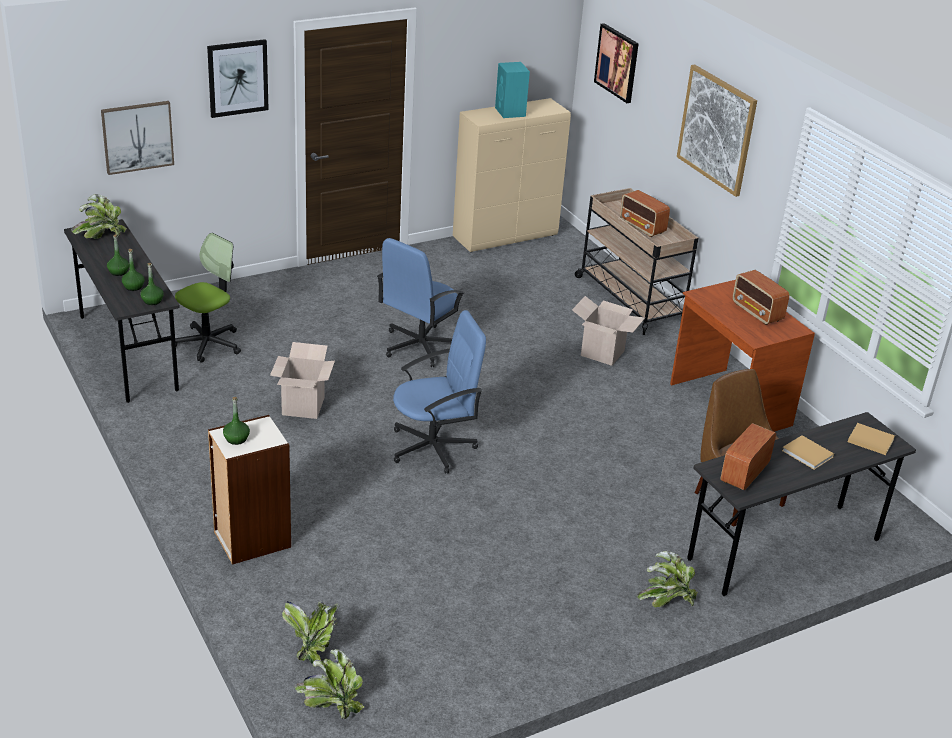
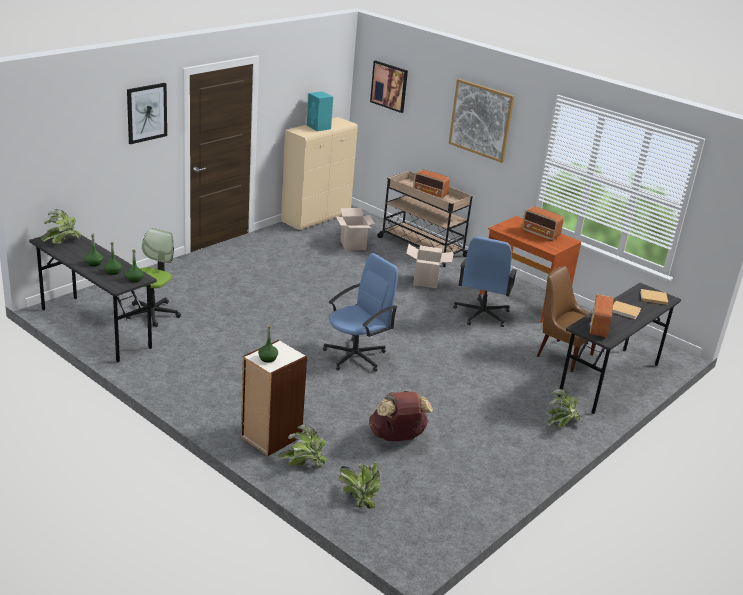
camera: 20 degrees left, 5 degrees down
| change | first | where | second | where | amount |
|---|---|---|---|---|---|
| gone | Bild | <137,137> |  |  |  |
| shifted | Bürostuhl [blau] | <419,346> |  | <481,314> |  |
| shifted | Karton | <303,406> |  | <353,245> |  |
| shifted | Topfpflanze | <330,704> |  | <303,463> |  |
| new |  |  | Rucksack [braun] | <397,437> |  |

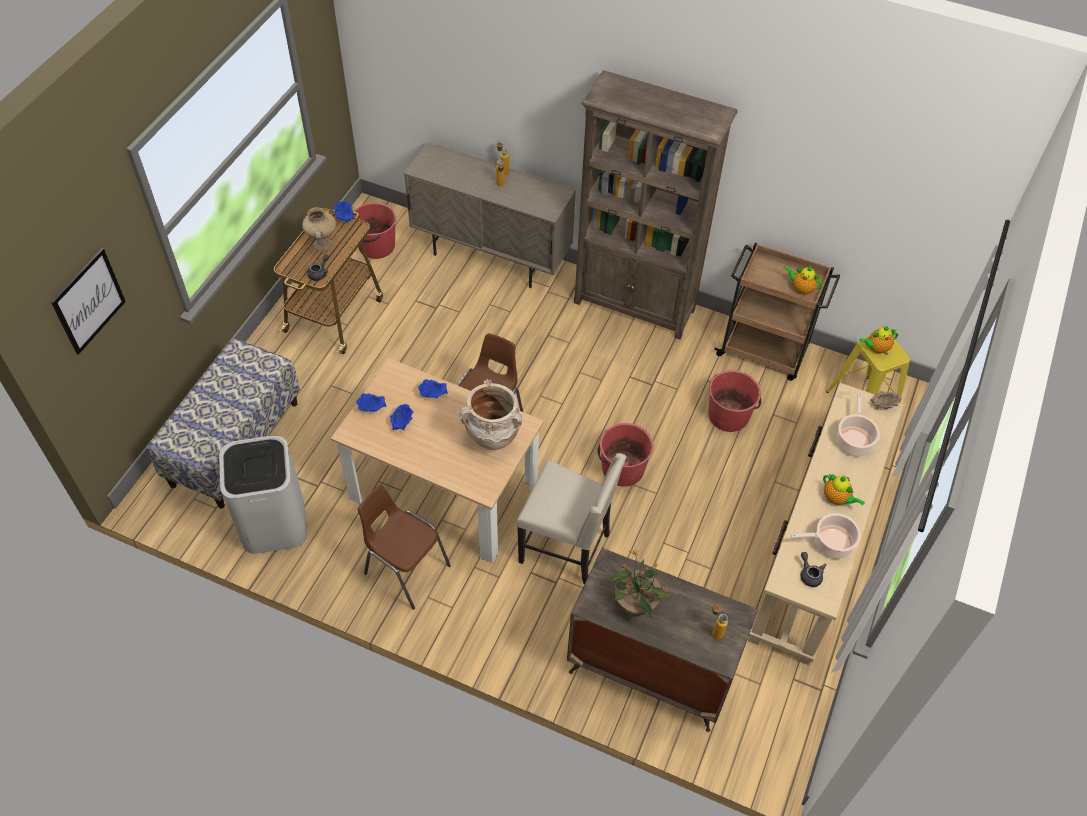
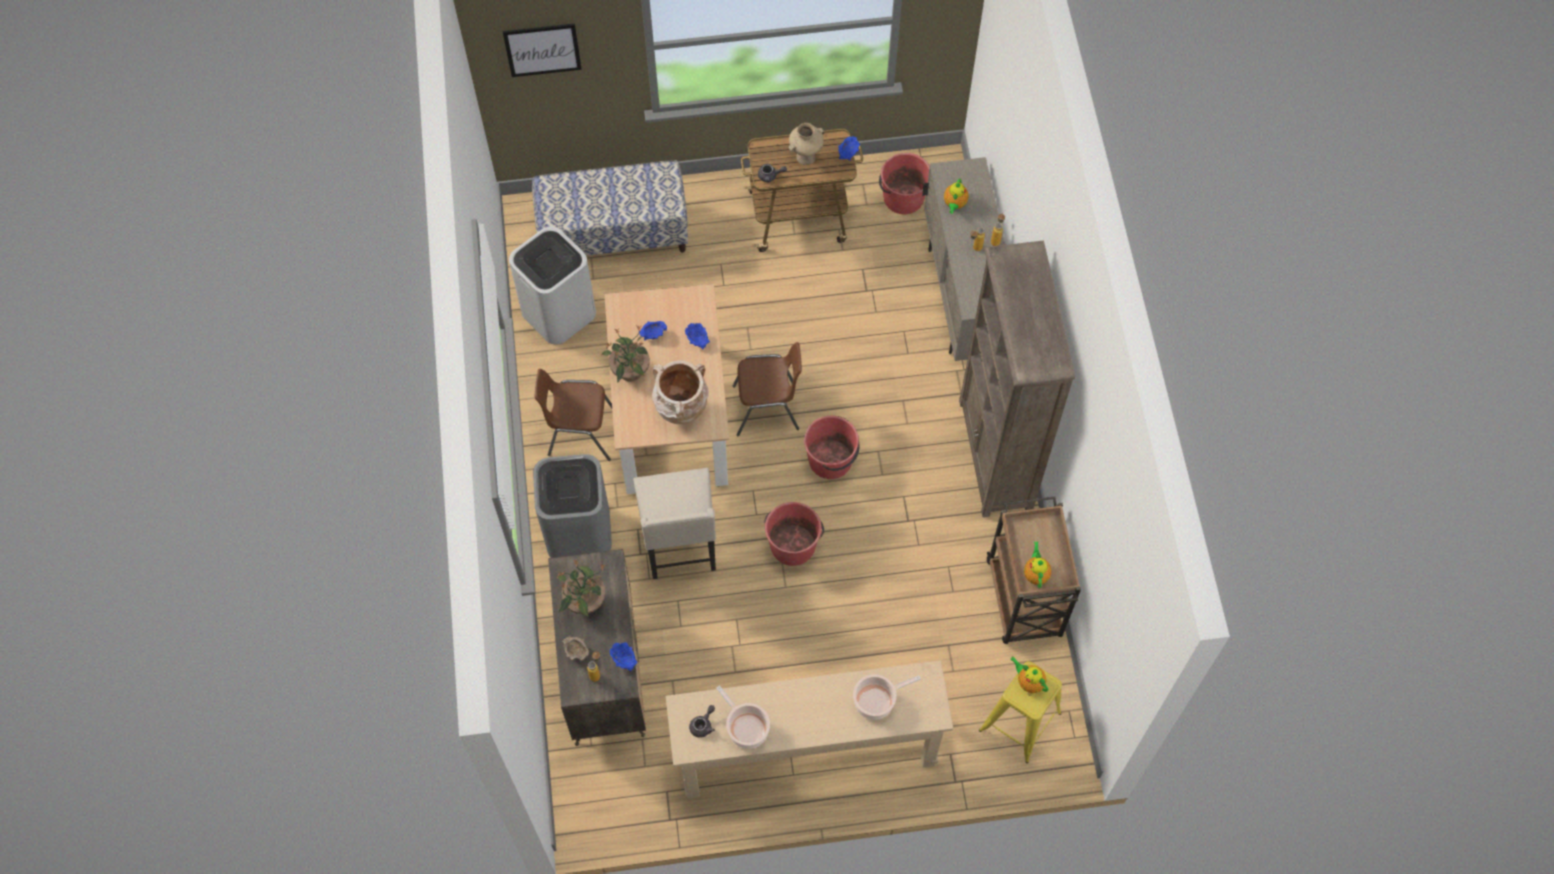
camera: 60 degrees right, 10 degrees up
| change | first | where | second | where | amount |
|---|---|---|---|---|---|
| shifted | Eimer [rot] | <728,415> |  | <831,460> |  |
| shifted | Schüssel [beige] | <883,405> |  | <576,652> |  |
| shifted | Schüssel [blau] | <372,408> |  | <624,660> |  |
| shifted | Teekanne | <837,499> |  | <954,204> |  |
| rotated | Stuhl [braun] | <405,569> |  | <579,433> | 90 degrees counterclockwise |
| new |  |  | Topfpflanze | <630,371> |  |
| new |  |  | Mülleimer [grau] | <578,530> |  |

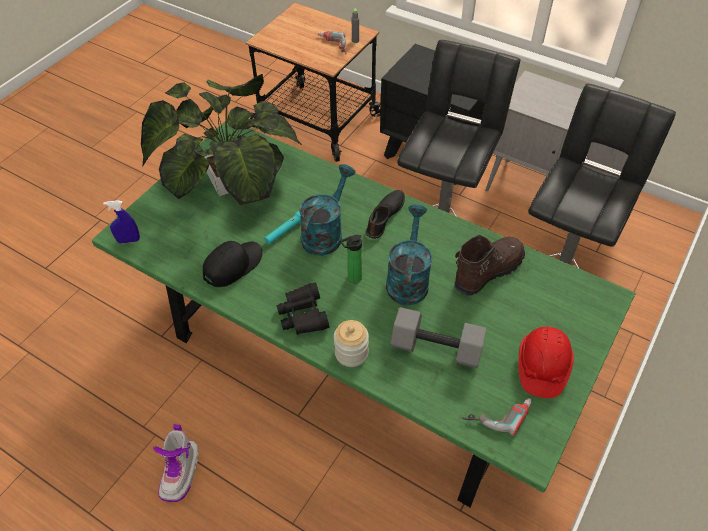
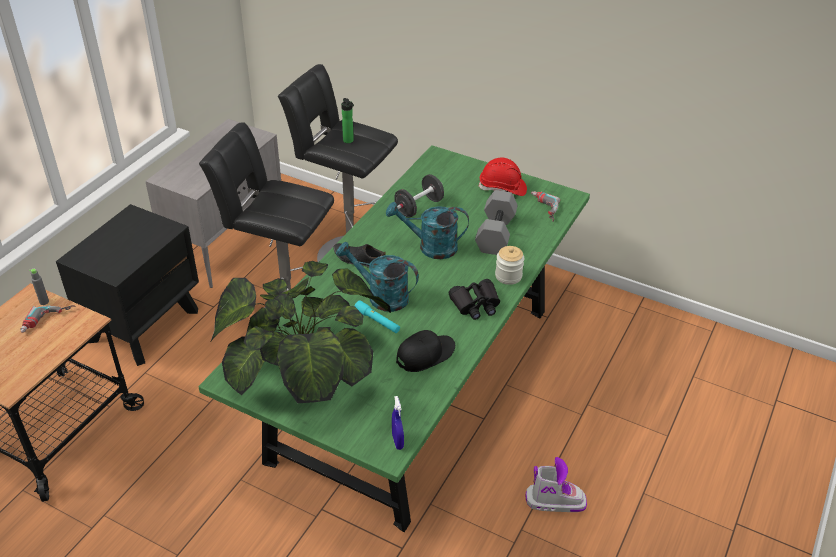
camera: 95 degrees left, 10 degrees down
| change | first | where | second | where | amount |
|---|---|---|---|---|---|
| shifted | Flasche | <352,278> |  | <349,141> |  |
| swapped | Stiefel [braun] | <487,271> | Hantel [schwarz] | <419,207> |  |
| rotated | Kappe [schwarz] | <233,265> |  | <425,354> | 105 degrees clockwise |

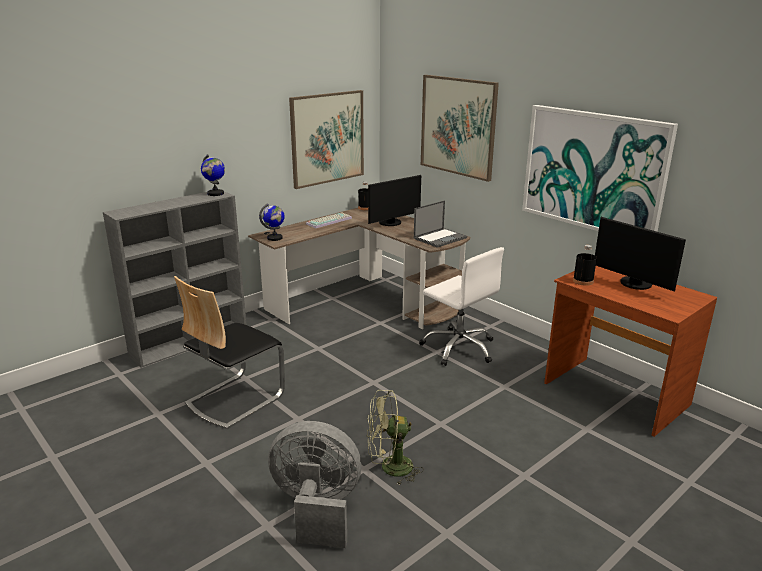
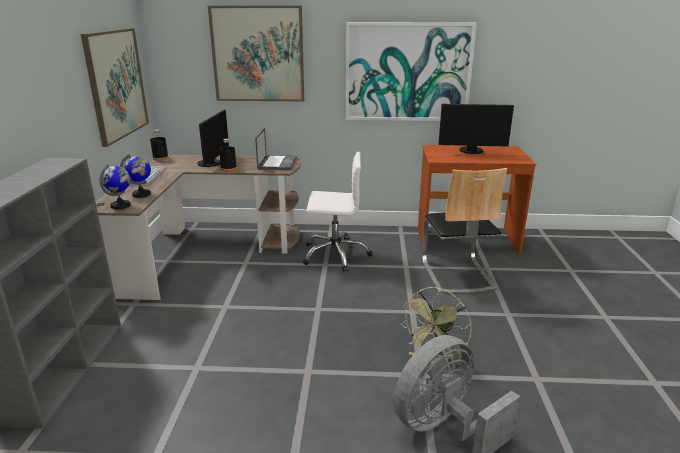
camera: 45 degrees left, 0 degrees up
| change | first | where | second | where | amount |
|---|---|---|---|---|---|
| shifted | Globus | <215,193> |  | <141,194> |  |
| shifted | Flasche [schwarz] | <583,281> |  | <228,169> |  |
| shifted | Stuhl | <234,399> |  | <456,274> |  |

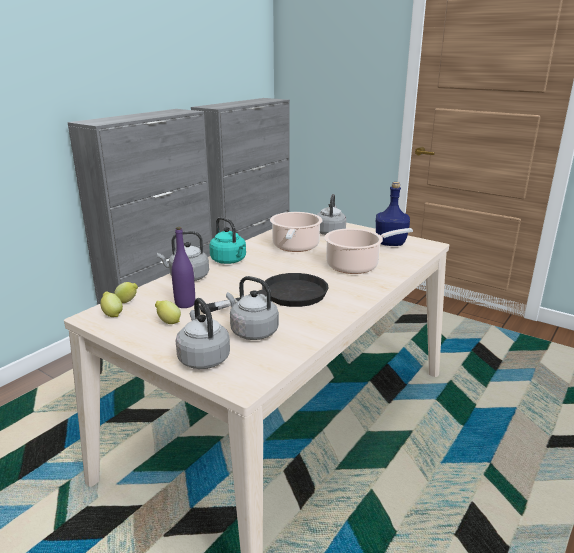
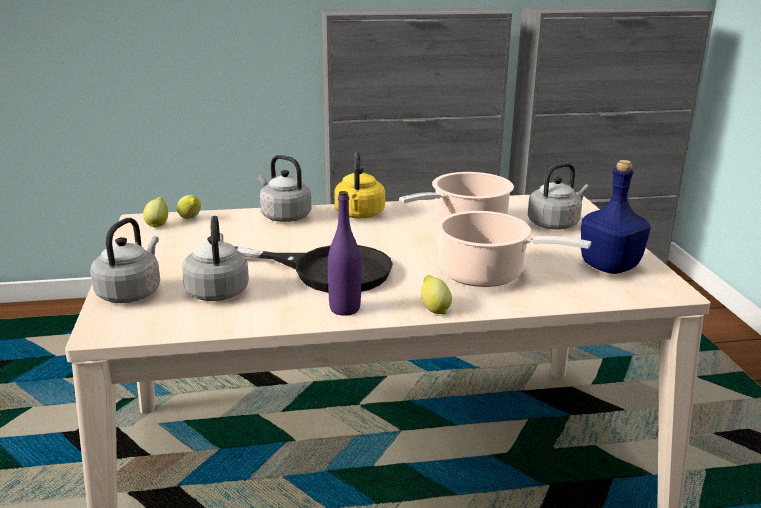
camera: 45 degrees right, 0 degrees up
| change | first | where | second | where | amount |
|---|---|---|---|---|---|
| repainted | Wasserkessel [türkis] | <229,261> | Wasserkessel [gelb] | <359,215> |  |
| shifted | Flasche [lila] | <185,304> |  | <345,309> |  |
| shifted | Zitrone | <168,322> |  | <434,309> |  |

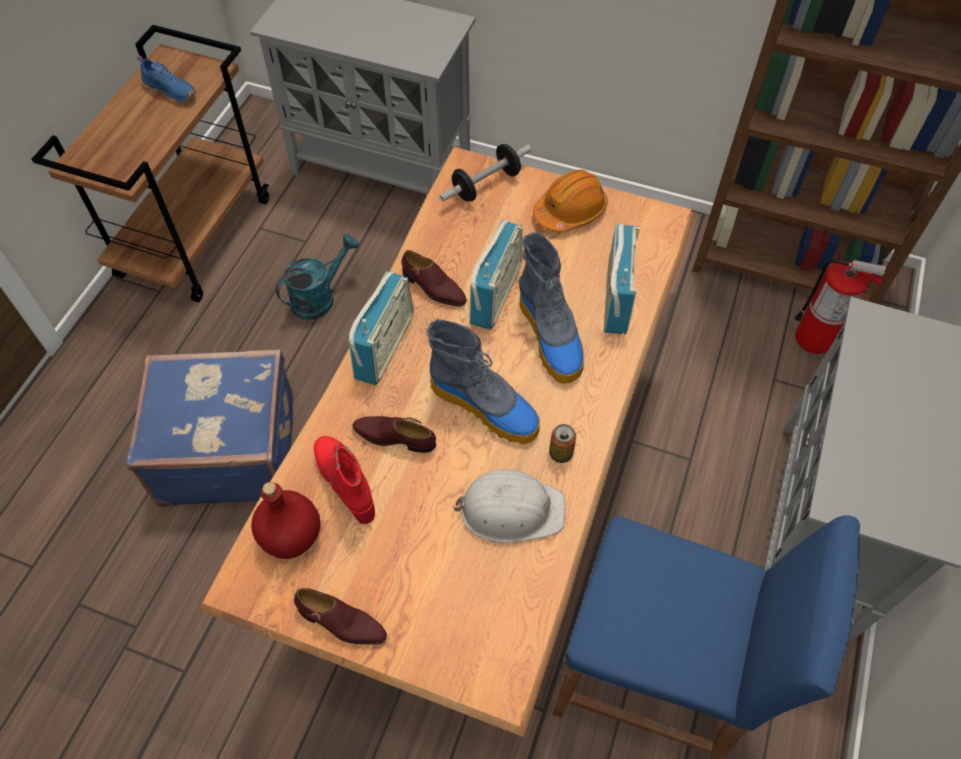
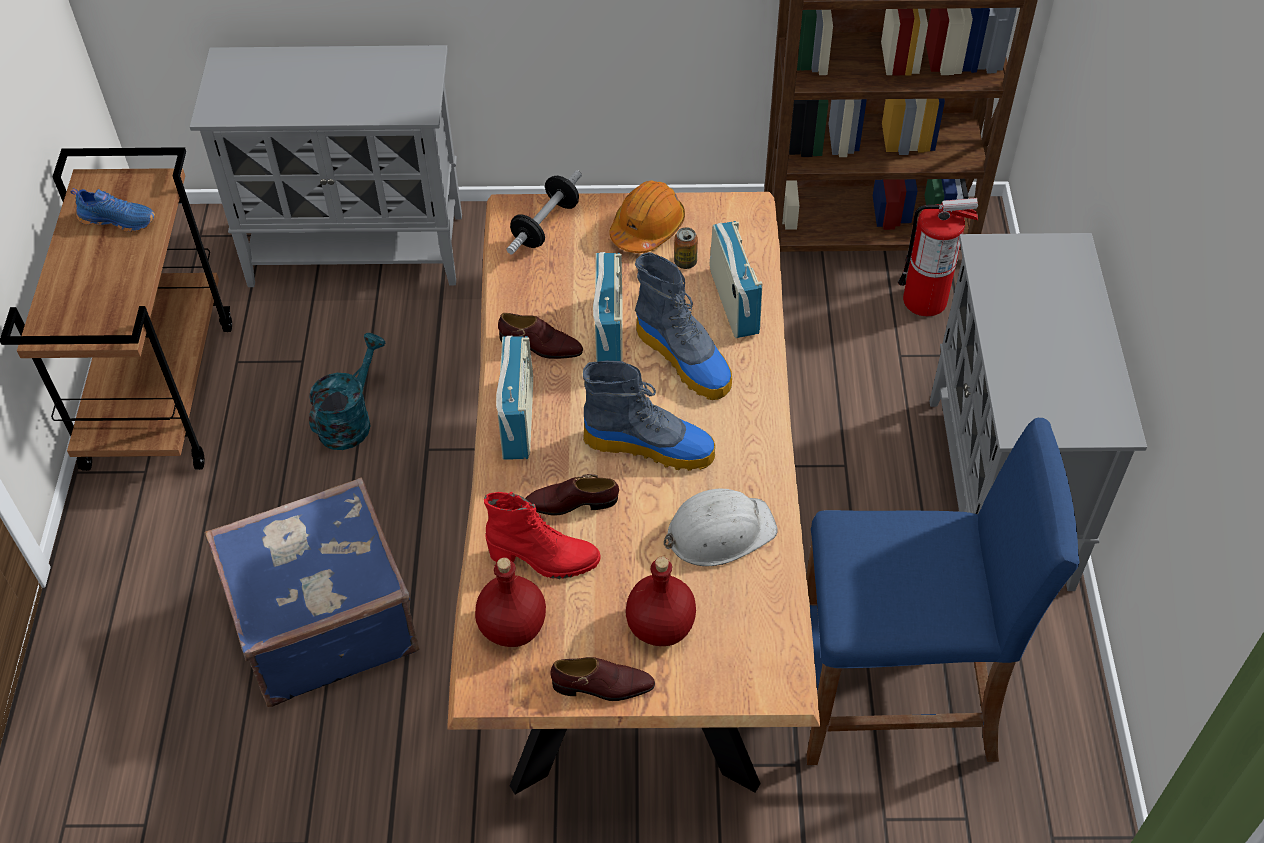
camera: 20 degrees left, 5 degrees down
| change | first | where | second | where | amount |
|---|---|---|---|---|---|
| shifted | Dose | <561,453> |  | <685,262> |  |
| rotated | Stiefel [rot] | <347,482> |  | <544,560> | 150 degrees clockwise |
| new |  |  | Flasche [rot] | <661,627> |  |

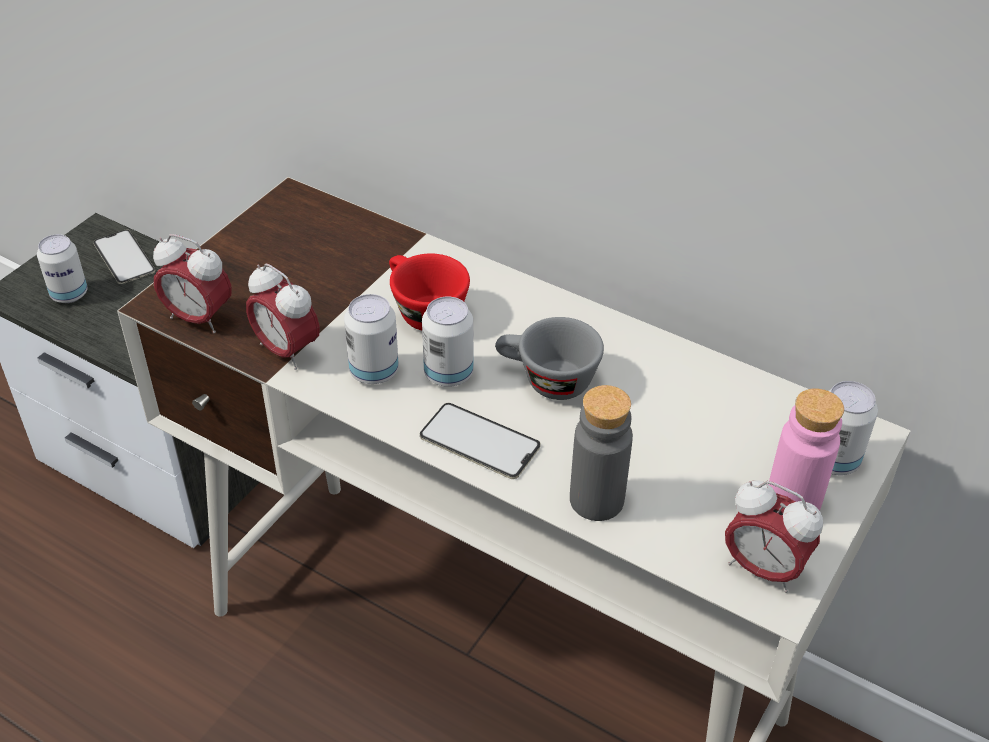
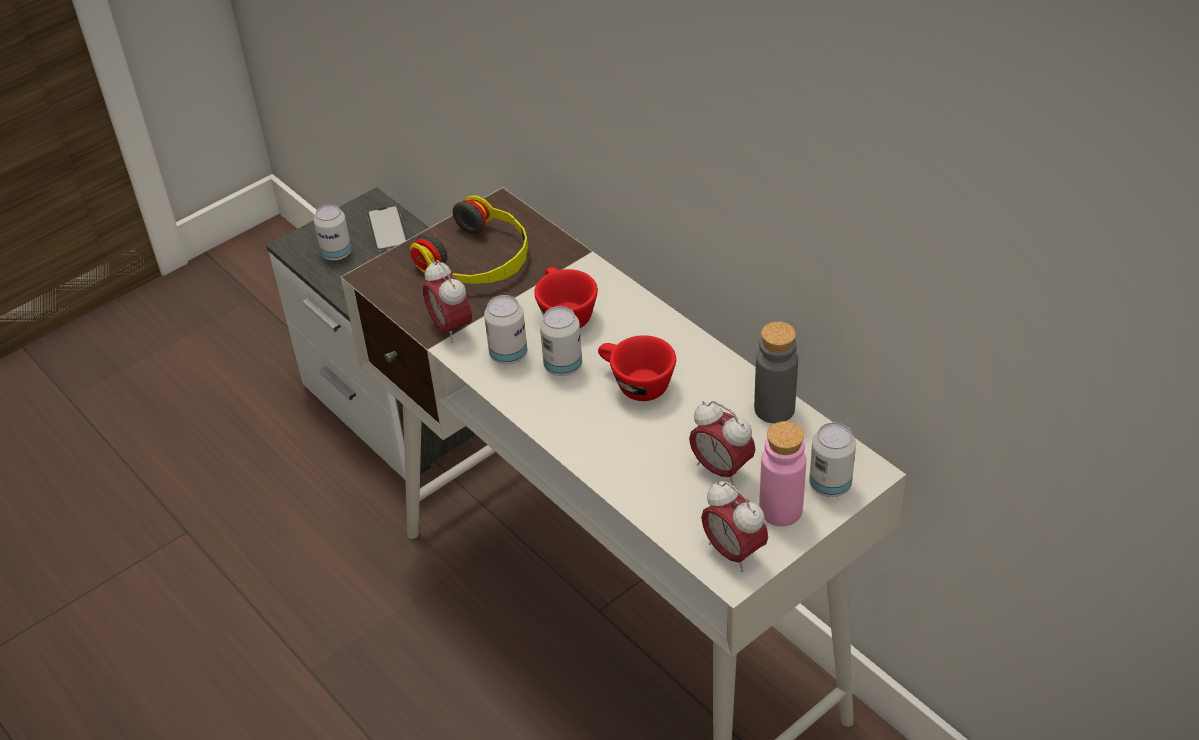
camera: 20 degrees right, 0 degrees up
| change | first | where | second | where | amount |
|---|---|---|---|---|---|
| shifted | Wecker | <199,318> |  | <721,469> |  |
| repainted | Tasse [grau] | <546,380> | Tasse [rot] | <635,384> |  |
| shifted | Flasche [grau] | <596,500> |  | <774,409> |  |
| gone | Handy | <479,441> |  |  |  |
| new |  |  | Kopfhörer | <477,259> |  |

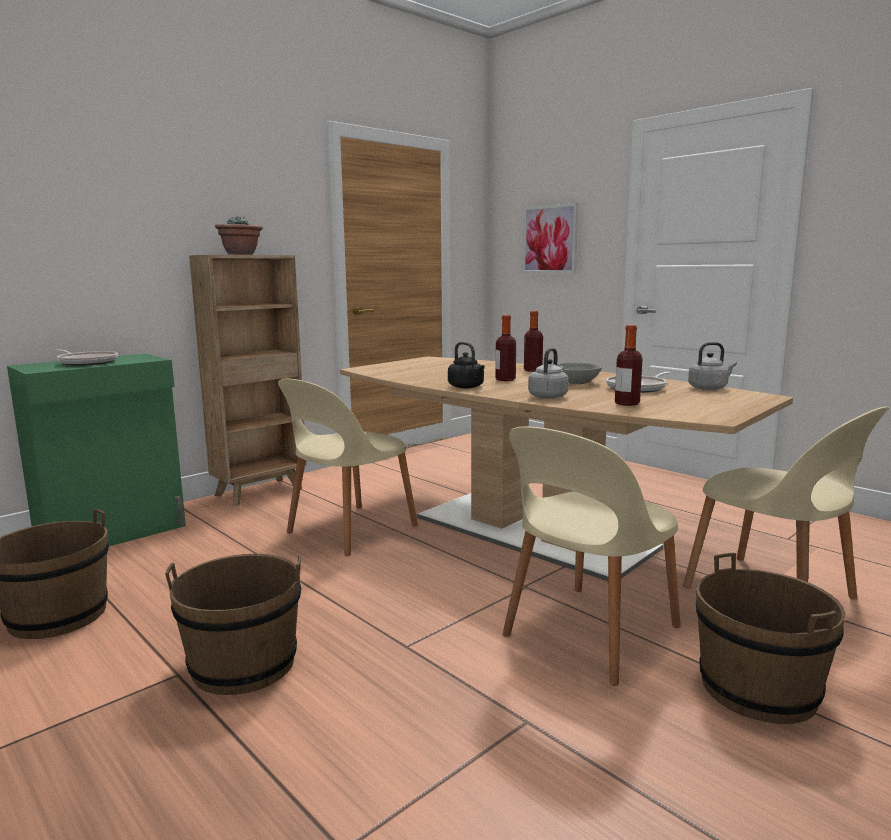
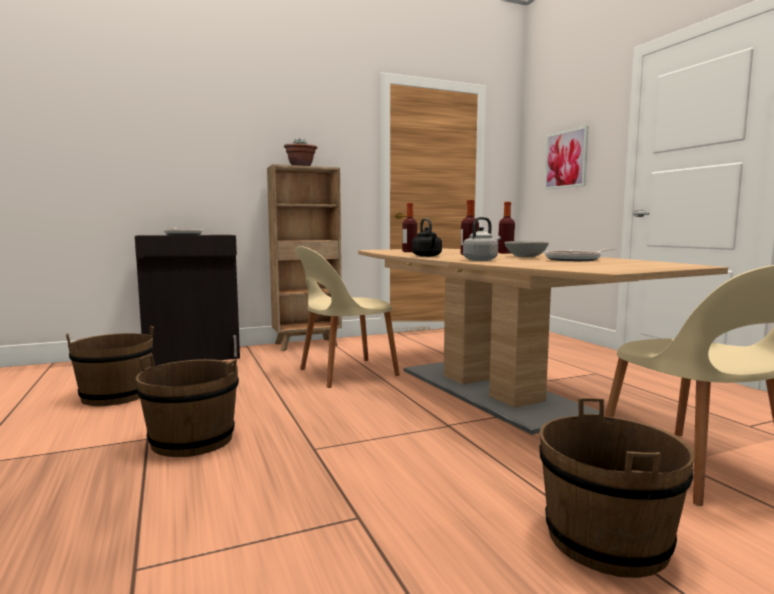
camera: 20 degrees right, 5 degrees down
| change | first | where | second | where | amount |
|---|---|---|---|---|---|
| shifted | Flasche | <627,403> |  | <409,251> |  |
| gone | Wasserkessel [grau] | <709,388> |  |  |  |
| repainted | Schrank [grün] | <113,533> | Schrank [schwarz] | <193,357> |  |
| gone | Stuhl [beige] | <589,633> |  |  |  |

